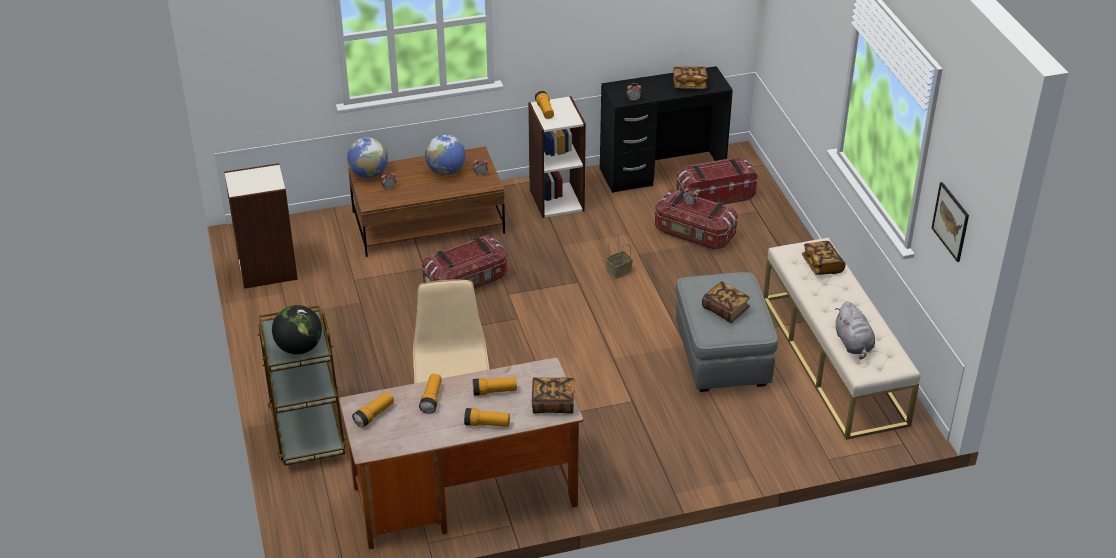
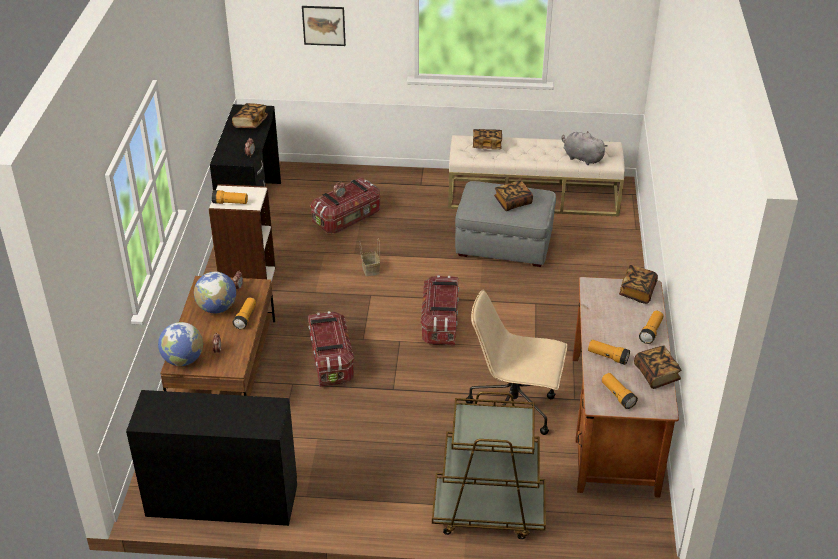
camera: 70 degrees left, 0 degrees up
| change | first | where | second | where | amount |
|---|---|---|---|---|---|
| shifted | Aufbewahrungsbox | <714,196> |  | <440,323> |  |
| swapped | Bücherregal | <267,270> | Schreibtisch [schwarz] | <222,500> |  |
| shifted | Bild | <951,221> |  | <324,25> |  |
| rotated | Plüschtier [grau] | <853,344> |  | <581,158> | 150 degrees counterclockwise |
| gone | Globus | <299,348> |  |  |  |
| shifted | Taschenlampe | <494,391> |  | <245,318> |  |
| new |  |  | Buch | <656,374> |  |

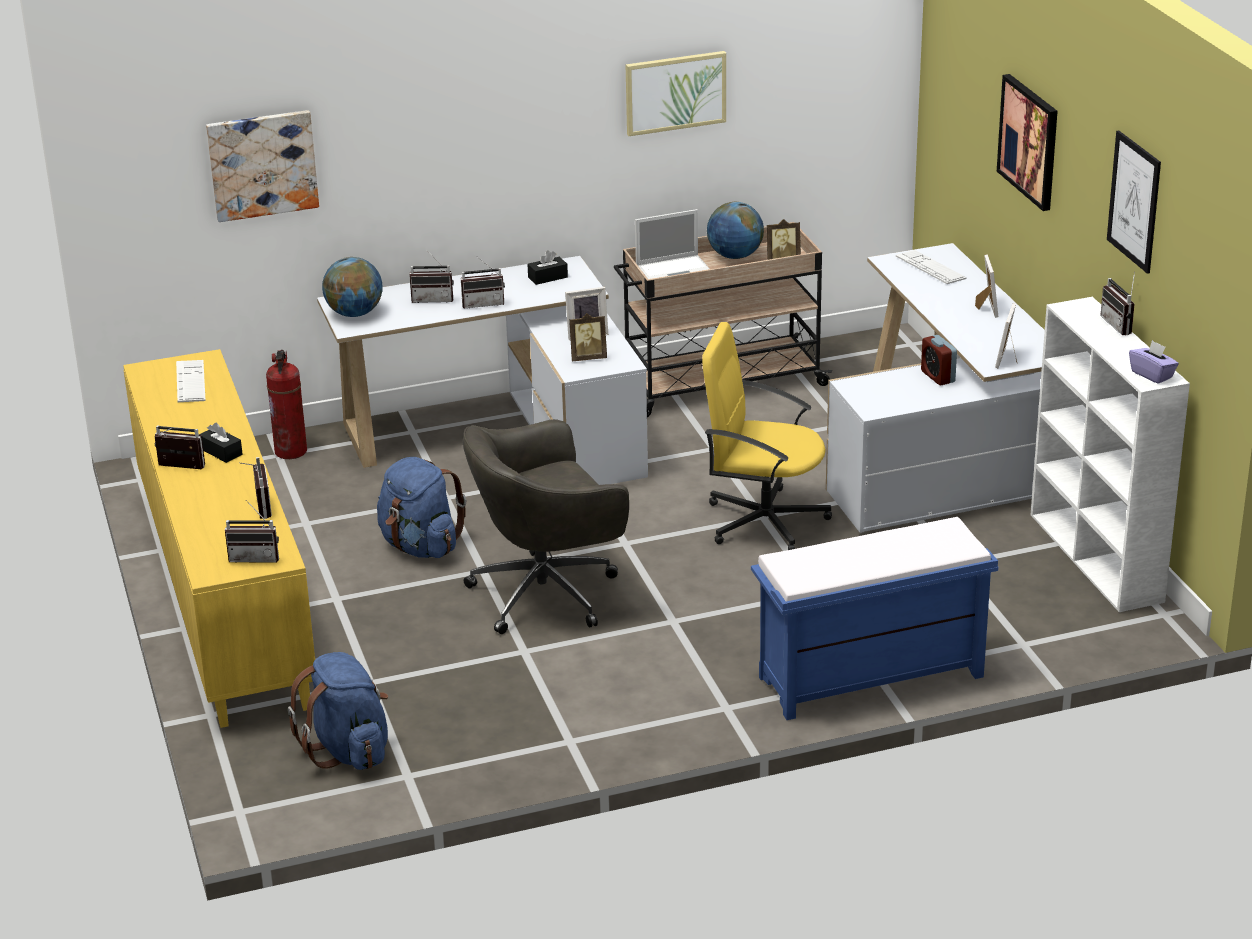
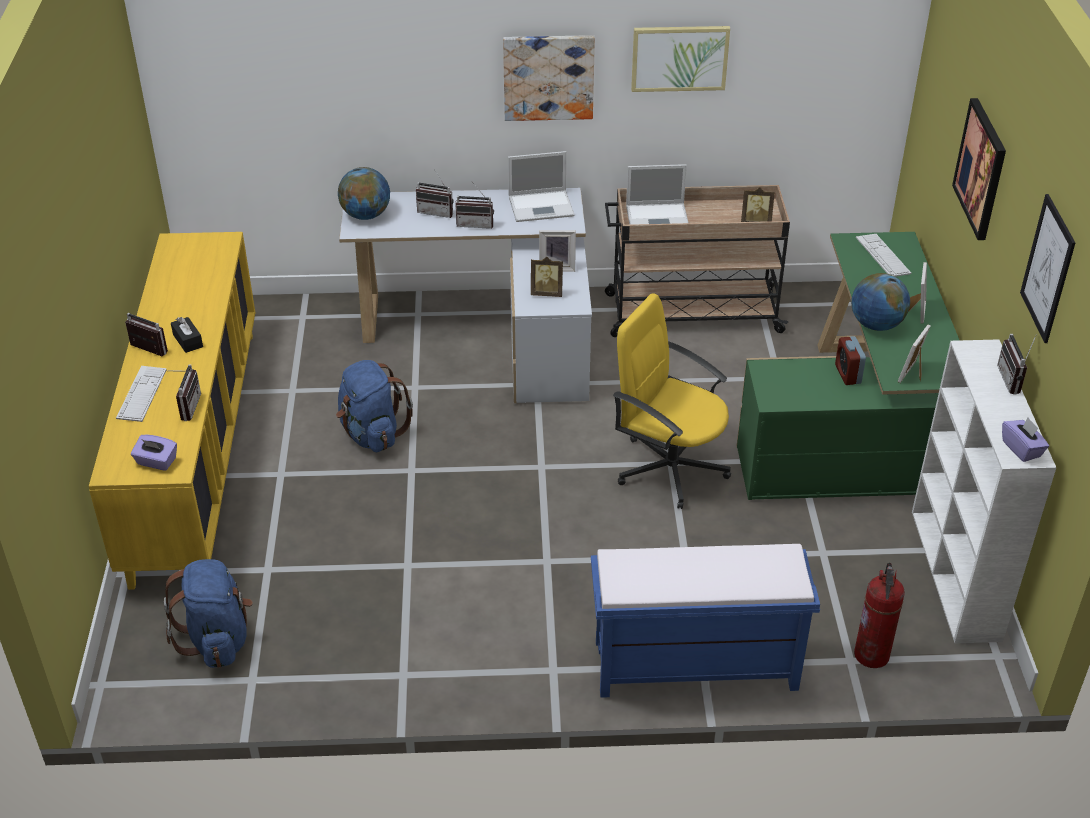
camera: 15 degrees right, 10 degrees up
| change | first | where | second | where | amount |
|---|---|---|---|---|---|
| shifted | Bild | <262,164> |  | <548,77> |  |
| shifted | Globus | <735,256> |  | <876,325> |  |
| repainted | Schreibtisch [weiß] | <943,456> | Schreibtisch [grün] | <856,429> |  |
| swapped | Taschentuchbox [schwarz] | <548,277> | Laptop | <542,206> |  |
| shifted | Feuerlöscher | <291,451> |  | <871,655> |  |
| shifted | Tastatur | <190,382> |  | <142,394> |  |
| gone | Bürostuhl [grau] | <548,593> |  |  |  |
| swapped | Radio | <255,557> | Taschentuchbox [lila] | <156,462> |  |

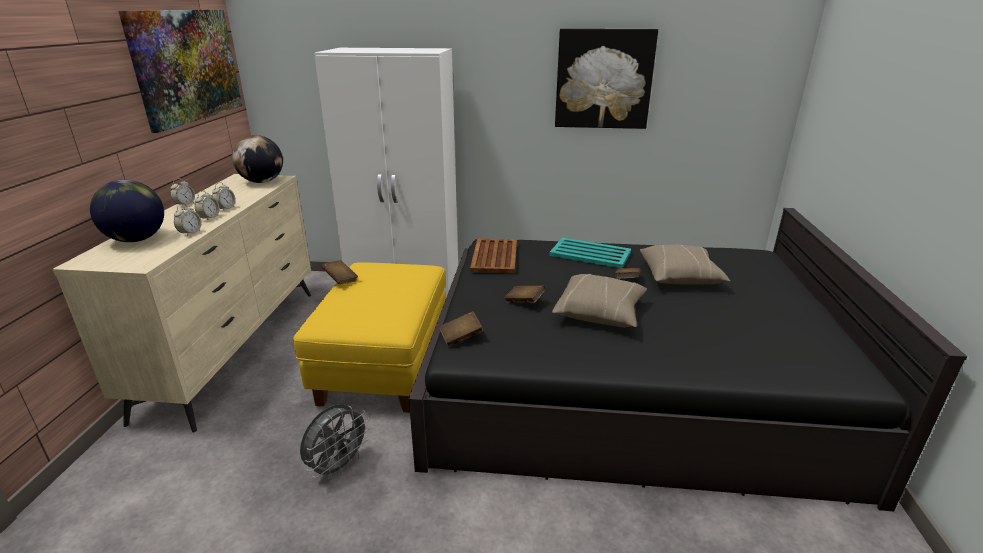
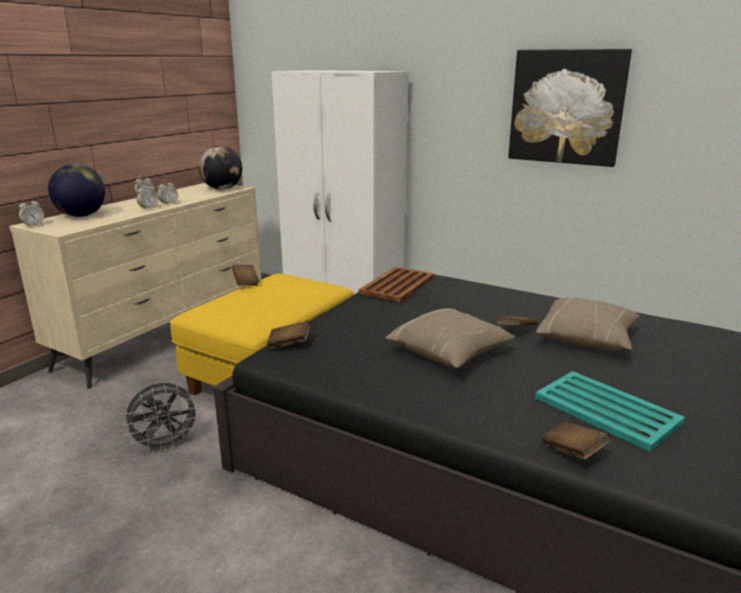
camera: 25 degrees right, 5 degrees down
| change | first | where | second | where | amount |
|---|---|---|---|---|---|
| gone | Bild | <187,66> |  |  |  |
| shifted | Wecker | <190,233> |  | <33,225> |  |
| shifted | Tablett [türkis] | <589,253> |  | <605,409> |  |
| shifted | Buch [braun] | <524,302> |  | <572,452> |  |

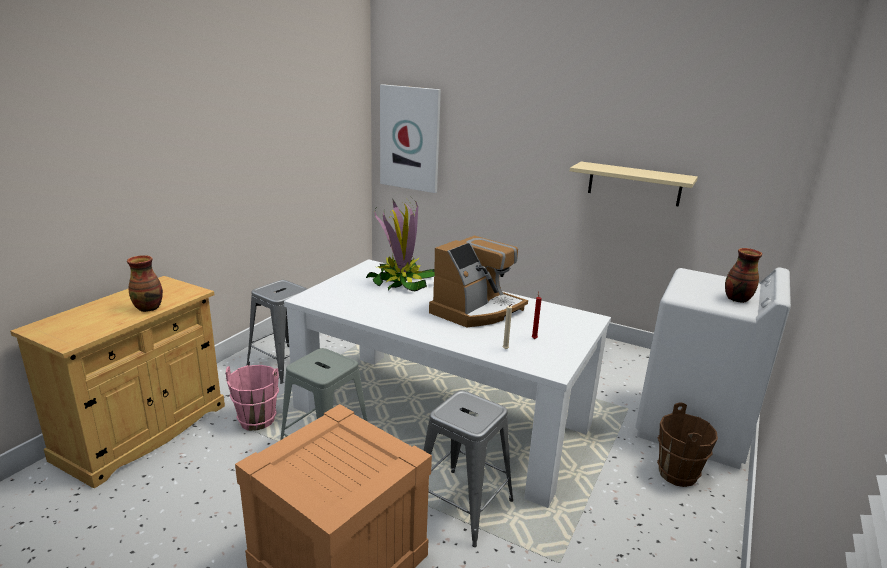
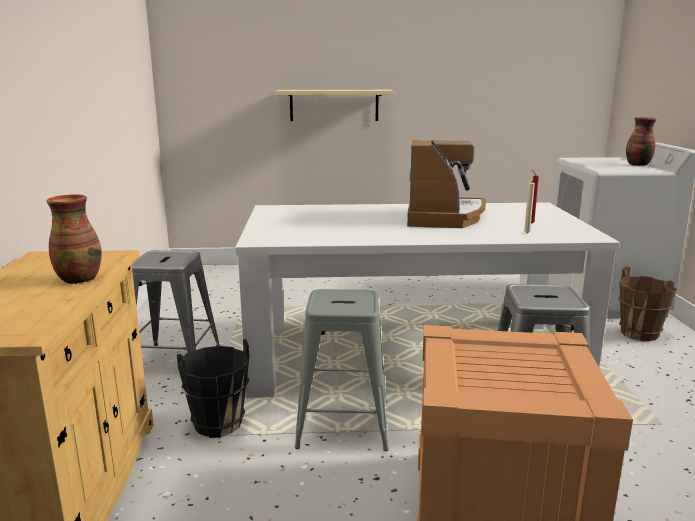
camera: 30 degrees left, 5 degrees down
| change | first | where | second | where | amount |
|---|---|---|---|---|---|
| gone | Bild | <410,138> |  |  |  |
| shifted | Wandregal [beige] | <634,184> |  | <334,105> |  |
| gone | Topfpflanze | <401,282> |  |  |  |
| repainted | Eimer [rosa] | <257,420> | Eimer [schwarz] | <218,424> |  |

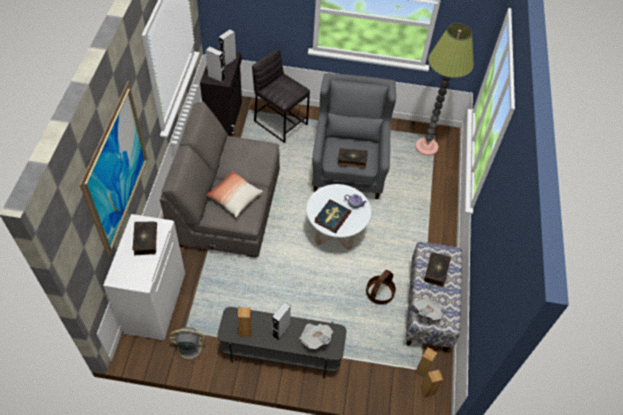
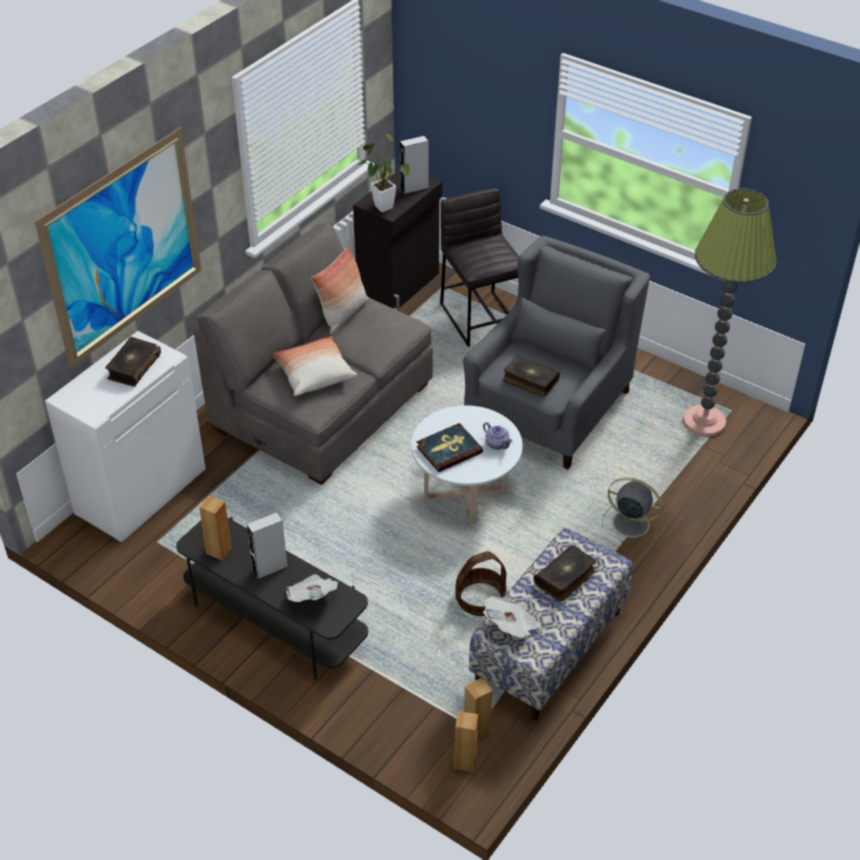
camera: 30 degrees right, 10 degrees down
| change | first | where | second | where | amount |
|---|---|---|---|---|---|
| swapped | Lautsprecher [grau] | <216,77> | Topfpflanze | <381,205> |  |
| shifted | Ventilator [grau] | <188,347> |  | <629,523> |  |
| new |  |  | Kissen | <343,314> |  |

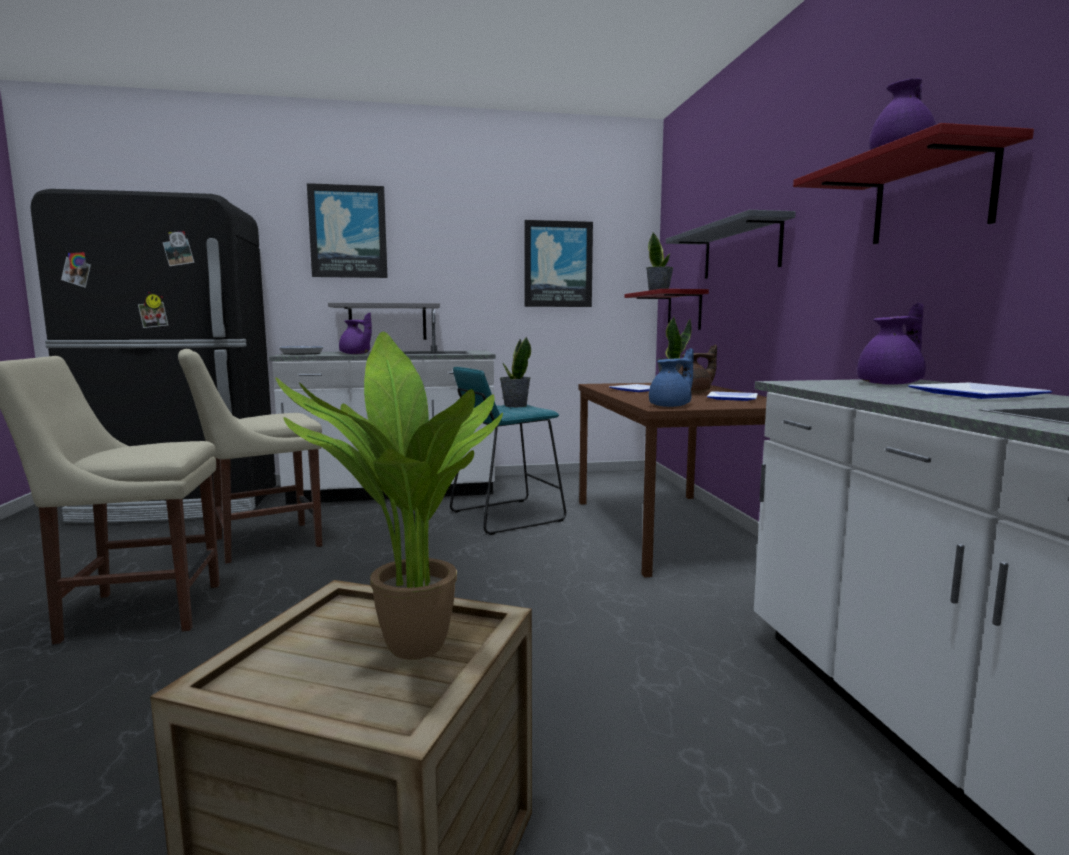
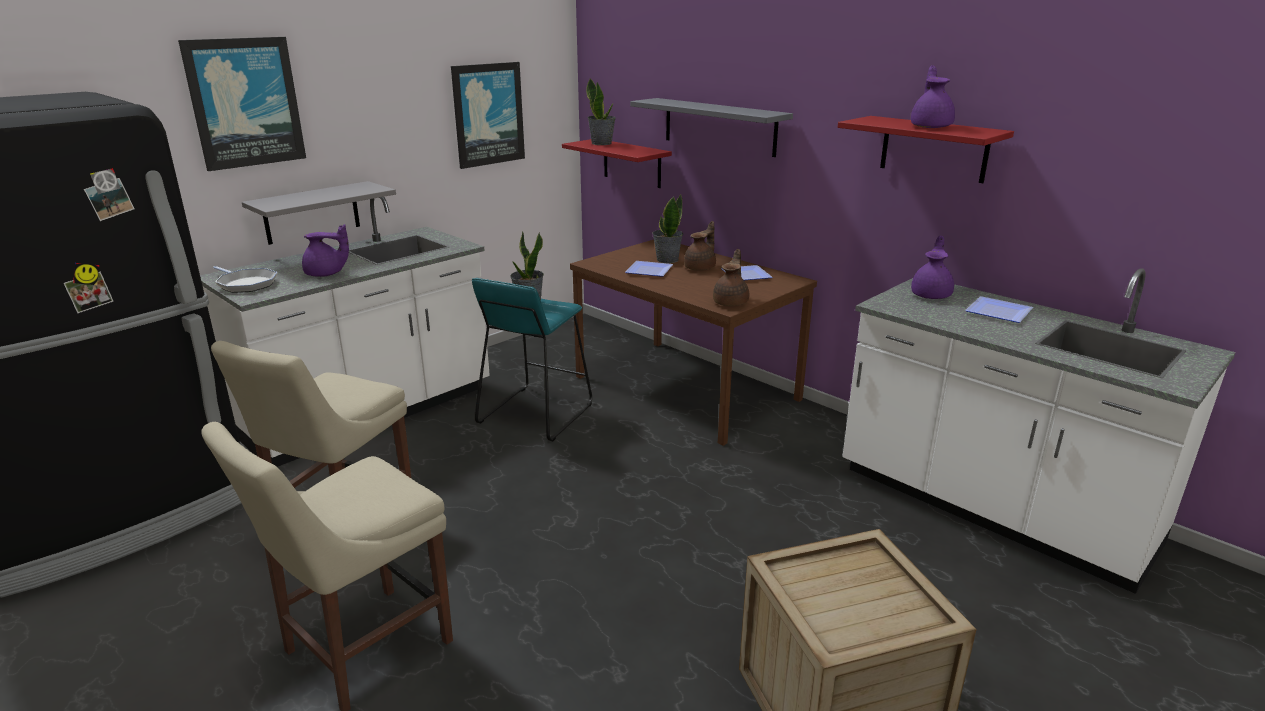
camera: 35 degrees left, 15 degrees up
| change | first | where | second | where | amount |
|---|---|---|---|---|---|
| gone | Topfpflanze | <405,648> |  |  |  |
| repainted | Teekanne [blau] | <671,406> | Teekanne [braun] | <731,302> |  |

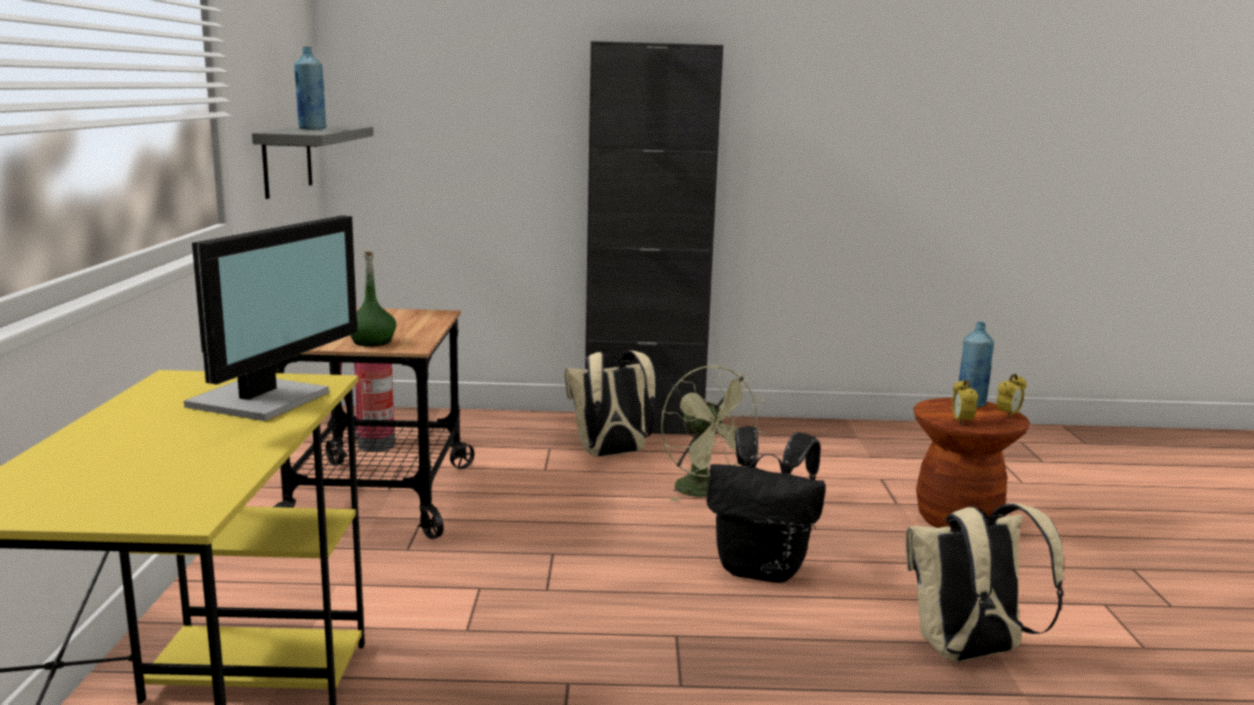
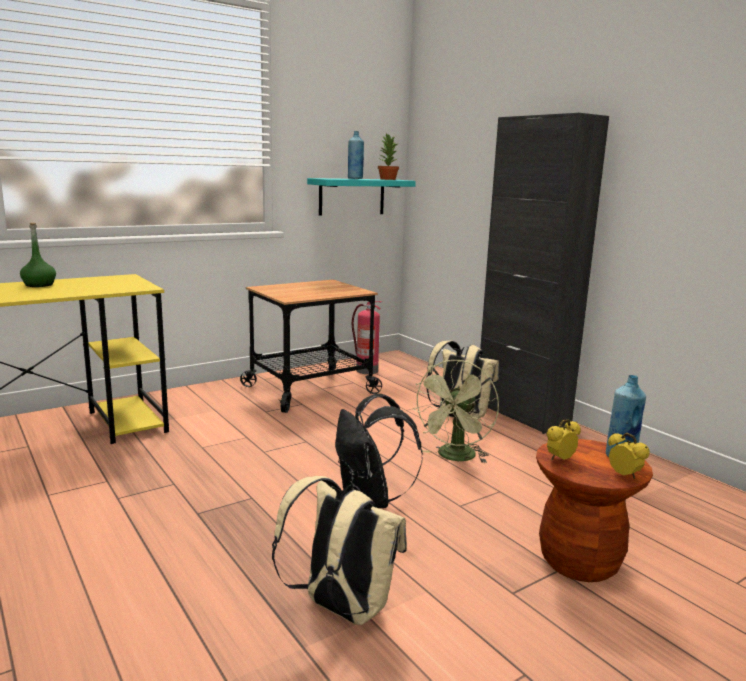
camera: 55 degrees right, 0 degrees up
| change | first | where | second | where | amount |
|---|---|---|---|---|---|
| repainted | Wandregal [grau] | <287,160> | Wandregal [türkis] | <352,196> |  |
| gone | Monitor | <265,400> |  |  |  |
| shifted | Flasche [grün] | <372,342> |  | <39,285> |  |
| rotated | Wecker | <1008,415> |  | <624,475> | 135 degrees counterclockwise |
| new |  |  | Topfpflanze | <387,179> |  |

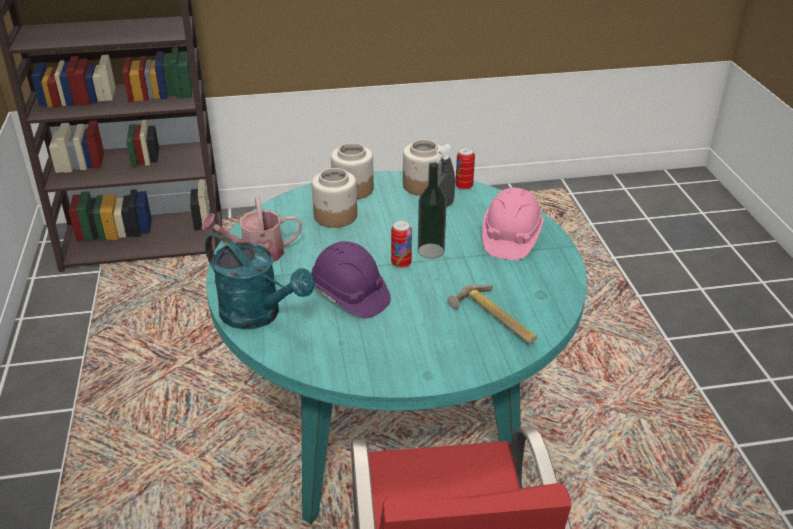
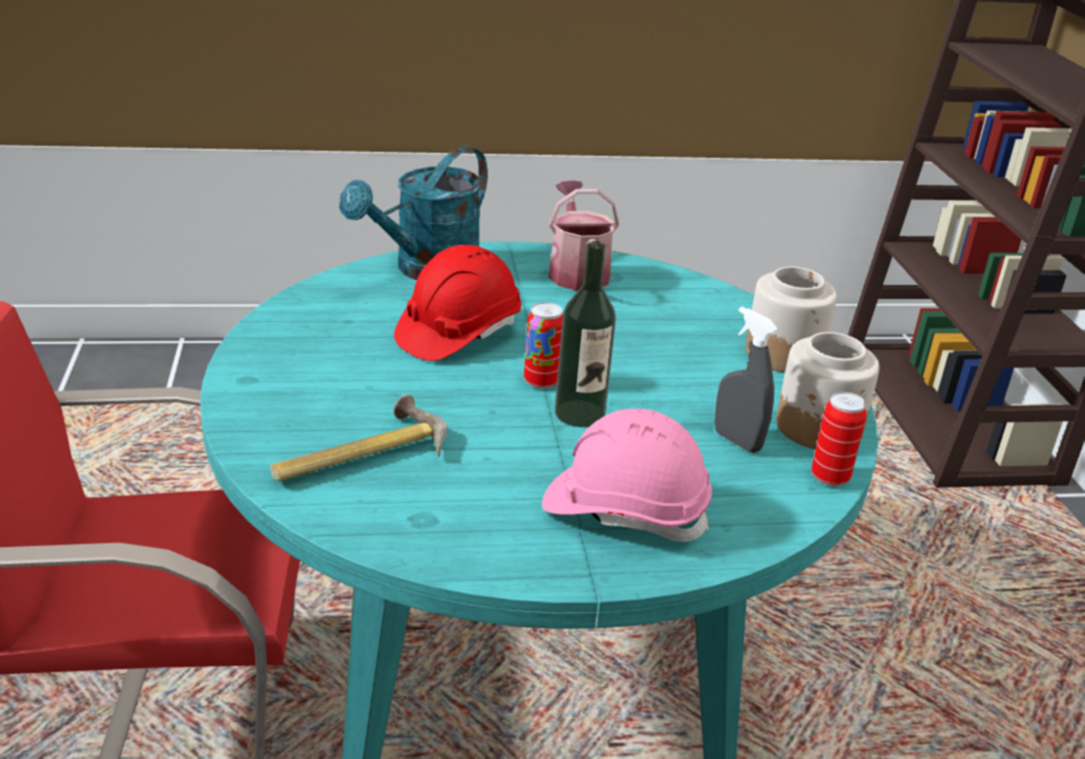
camera: 90 degrees right, 5 degrees down
| change | first | where | second | where | amount |
|---|---|---|---|---|---|
| gone | Vorratsglas | <335,216> |  |  |  |
| repainted | Schutzhelm [lila] | <349,295> | Schutzhelm [rot] | <458,333> |  |

